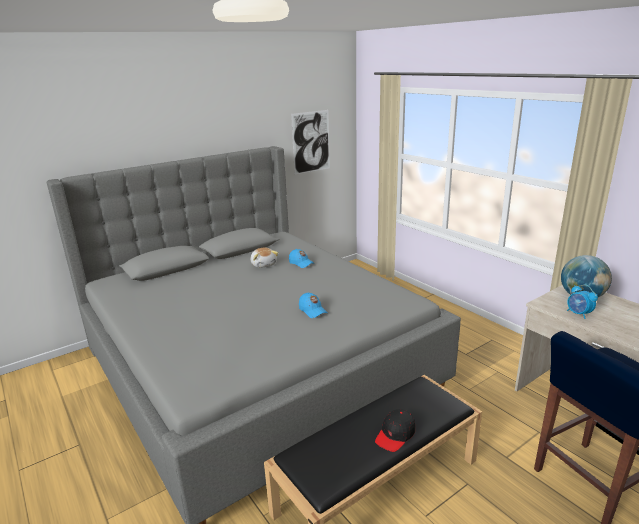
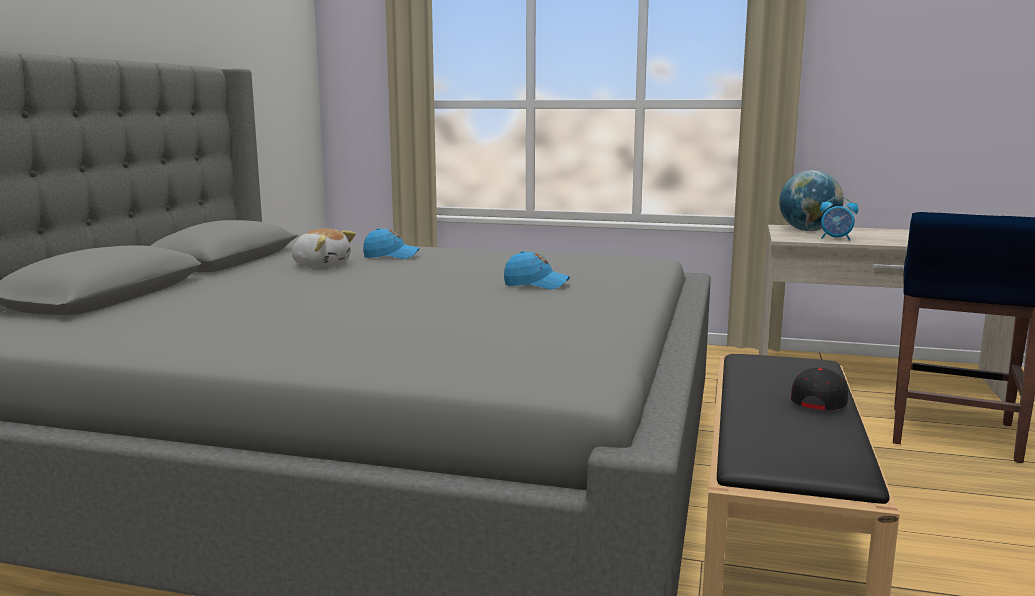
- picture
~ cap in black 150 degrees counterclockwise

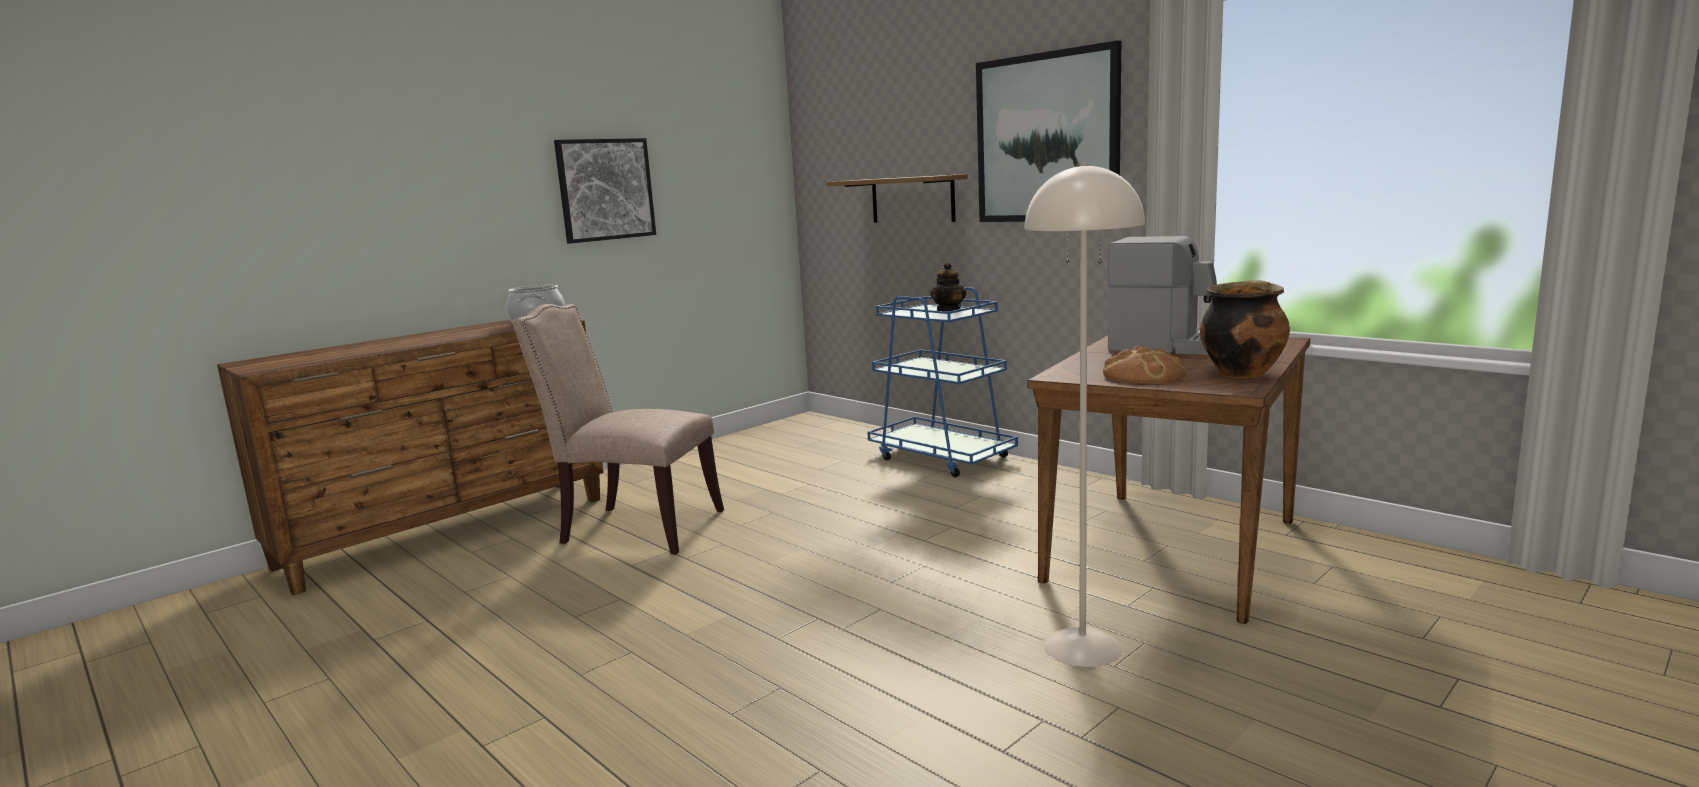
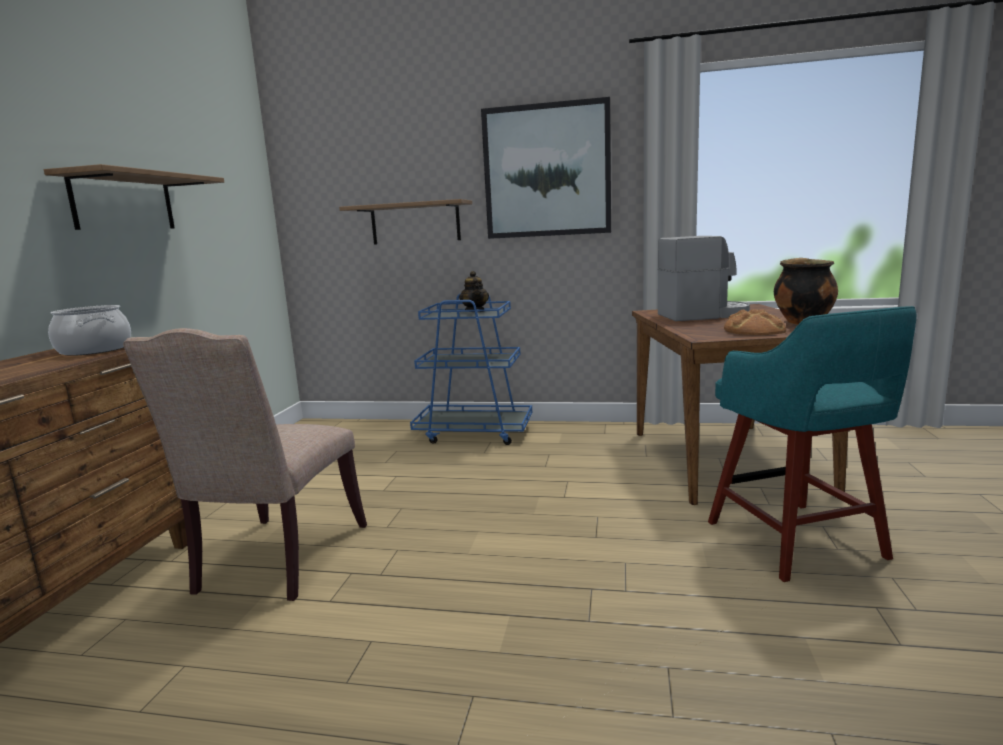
~ chair in beige 60 degrees counterclockwise
~ picture (1st from left) to shelf (1st from left)
~ floor lamp in beige to stool in turquoise

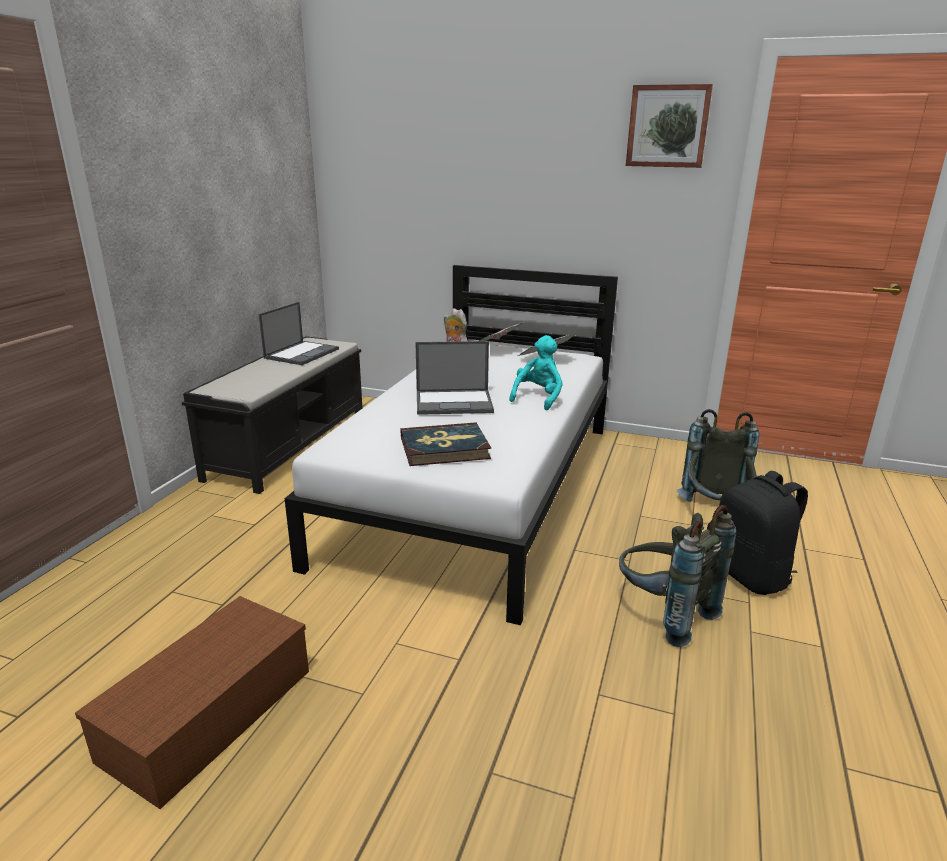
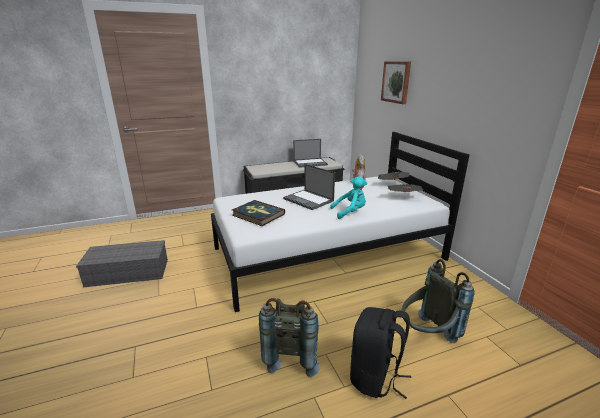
~ storage box in brown to storage box in grey
~ picture

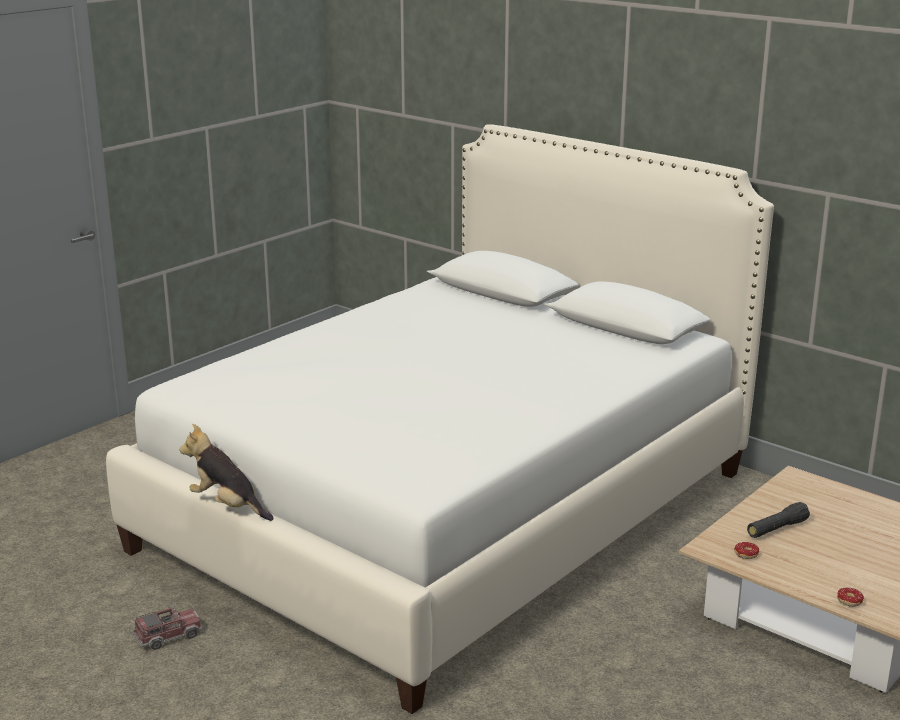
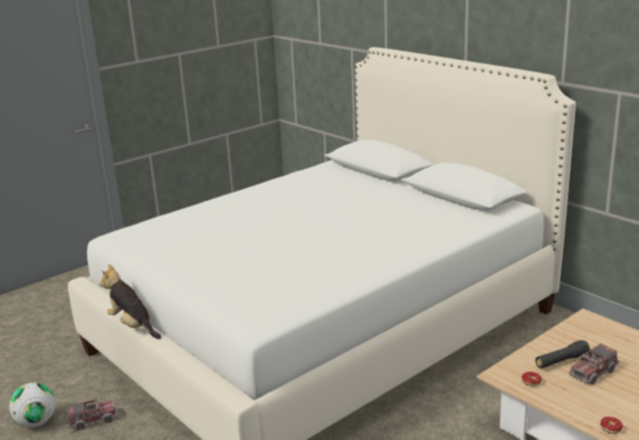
+ football
+ toy truck (2nd from left)

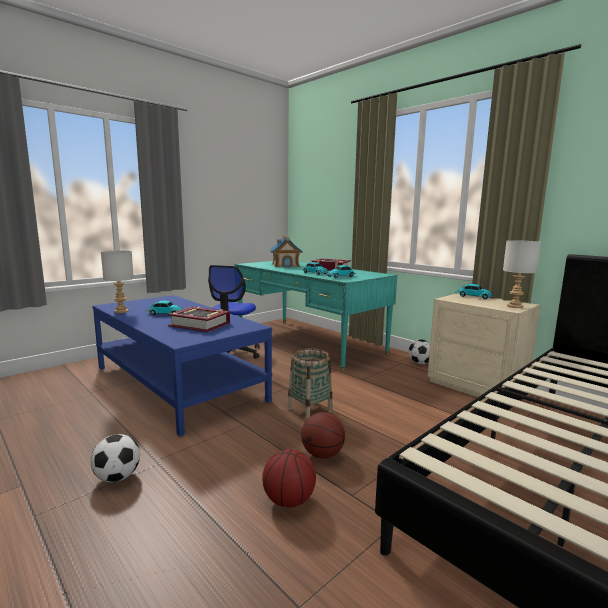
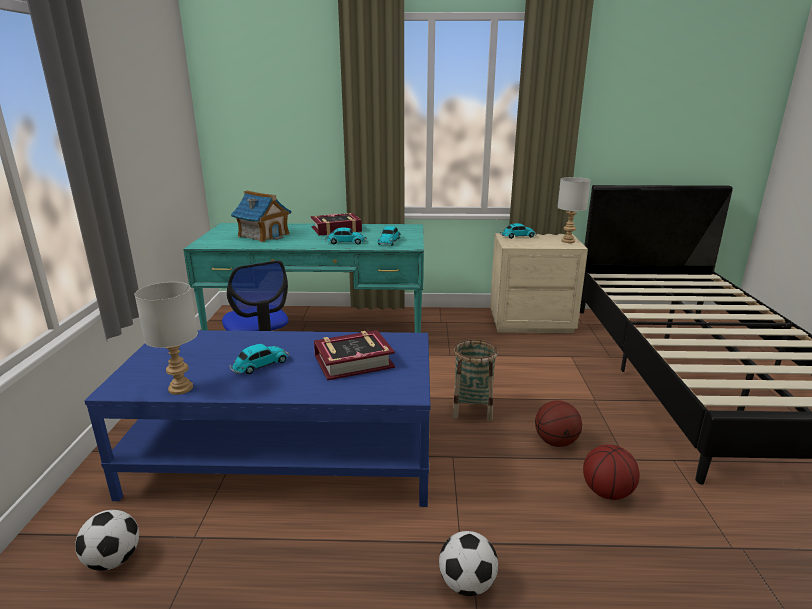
~ football (2nd from left in the first image) to football (1st from left)

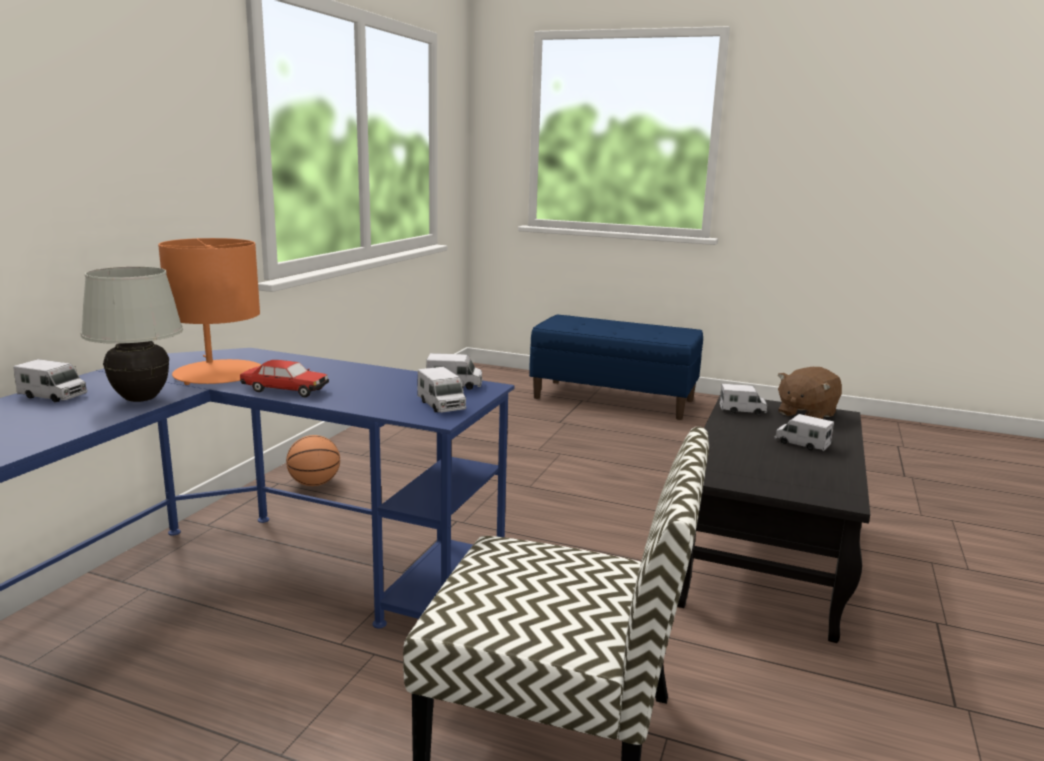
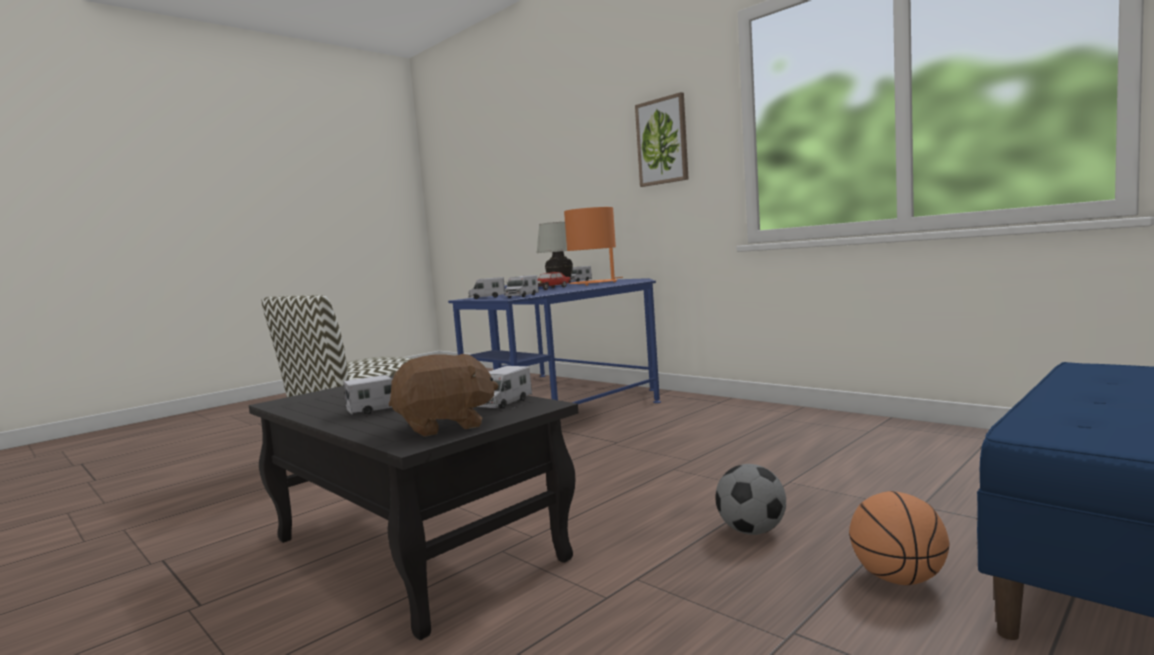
~ basketball
~ plush toy in brown 90 degrees clockwise
+ picture
+ football

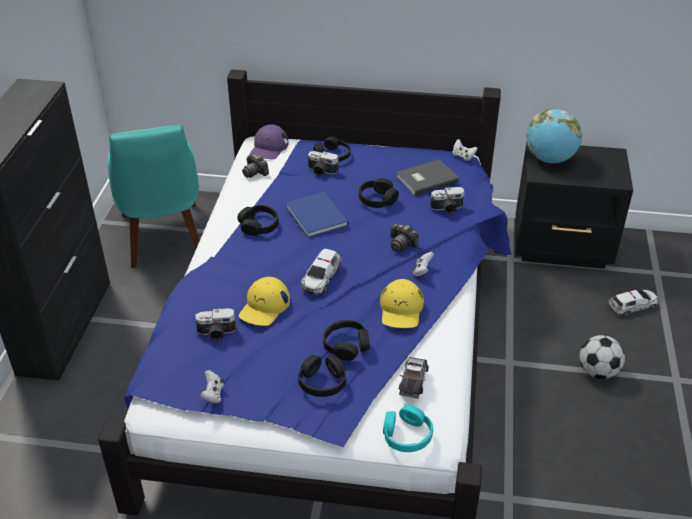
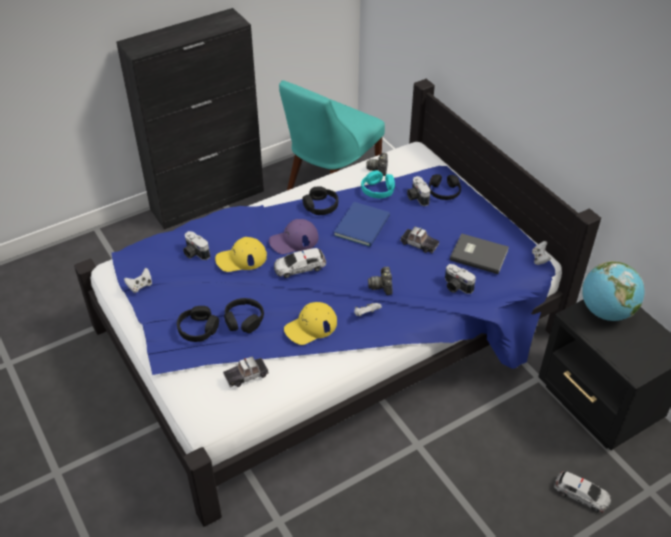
~ cap in purple
~ headphones in black (5th from left) to toy car (3rd from left)
~ headphones in turquoise
- football

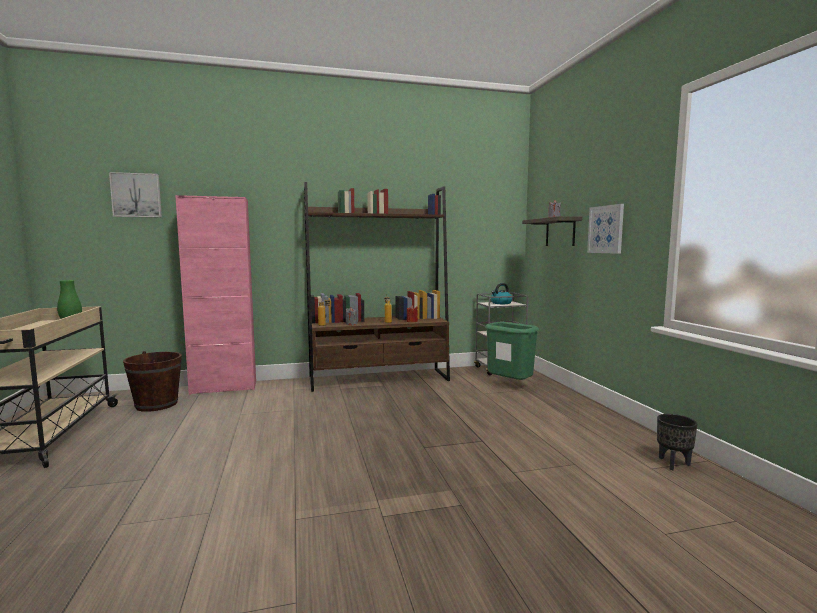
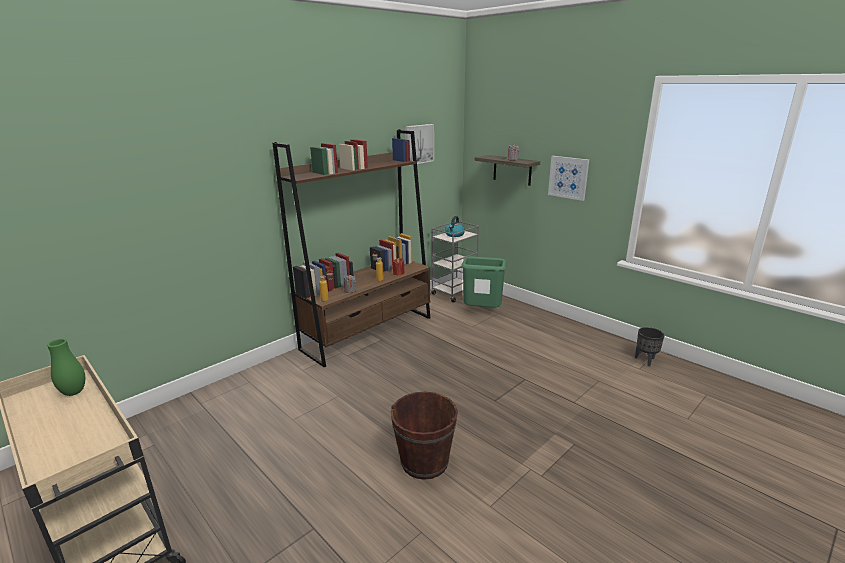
~ picture (1st from left)
~ bucket in brown
- cabinet in pink

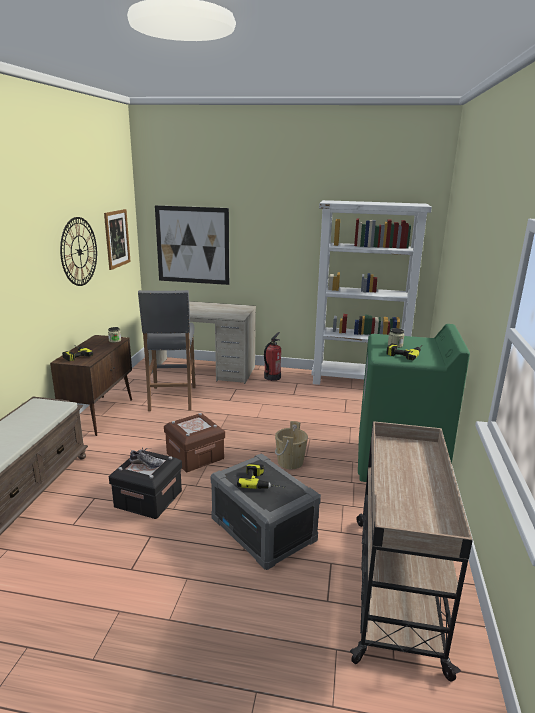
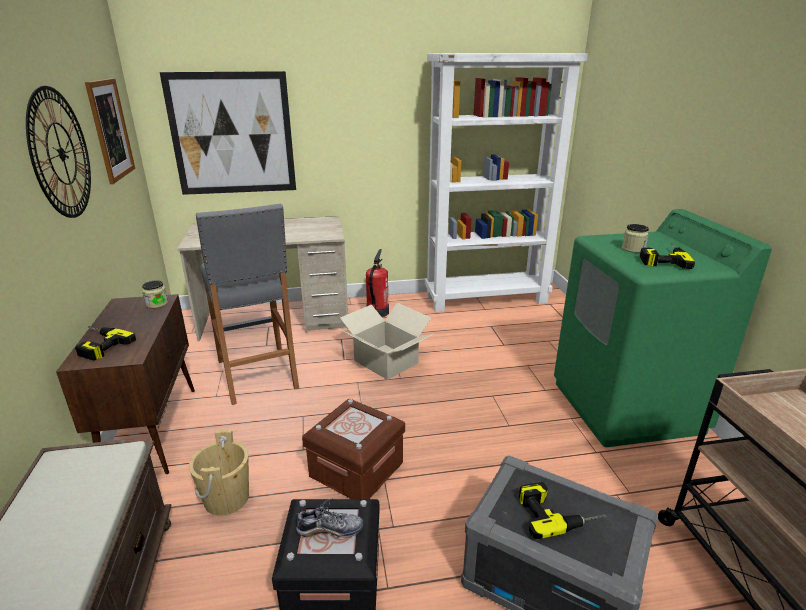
~ bucket in beige
+ cardboard box

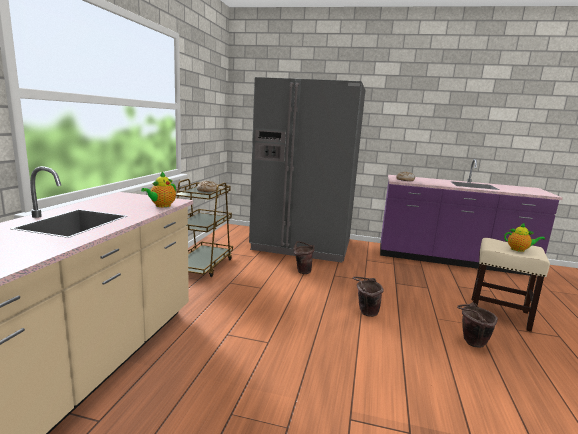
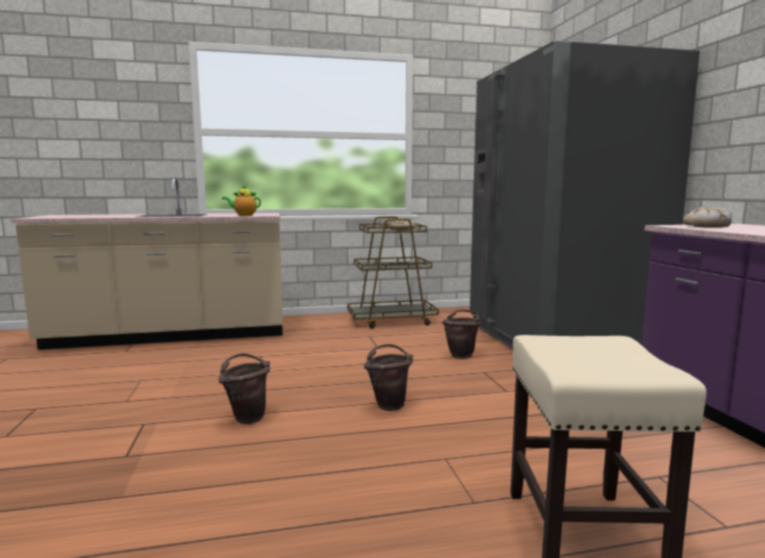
~ bucket in brown (3rd from left in the first image) to bucket in brown (1st from left)
- teapot (2nd from left)

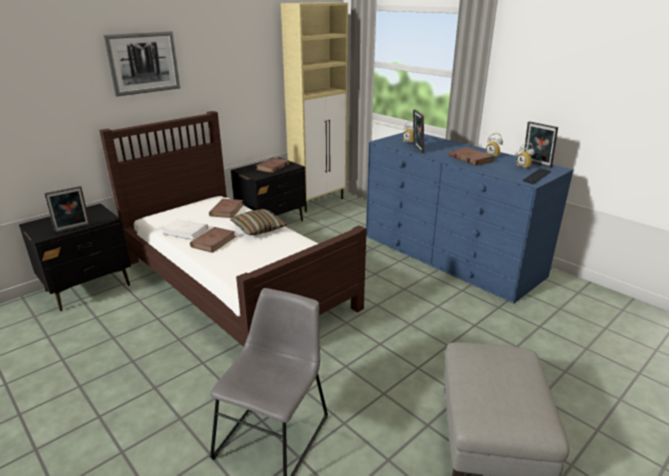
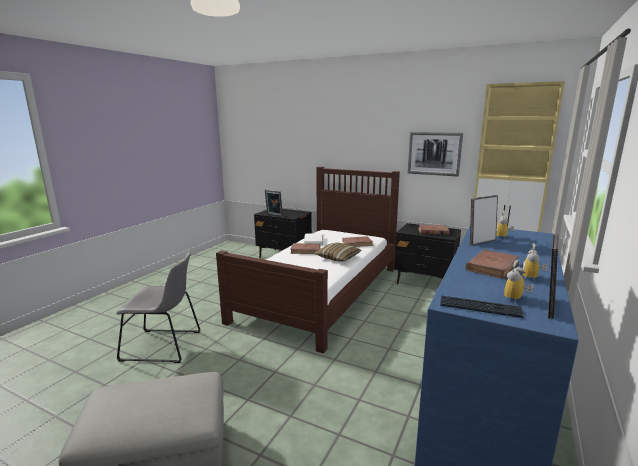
~ picture

